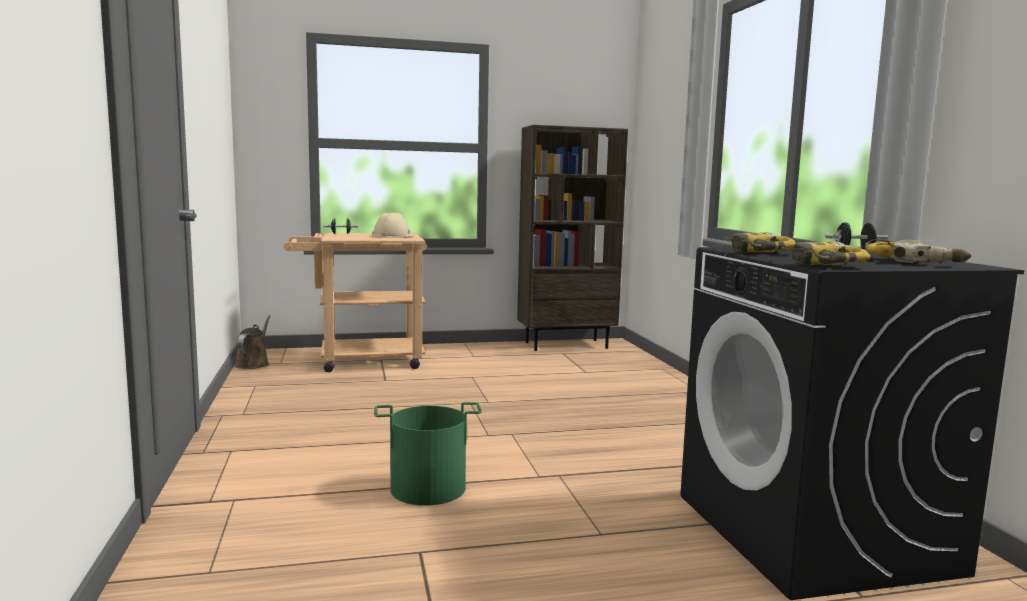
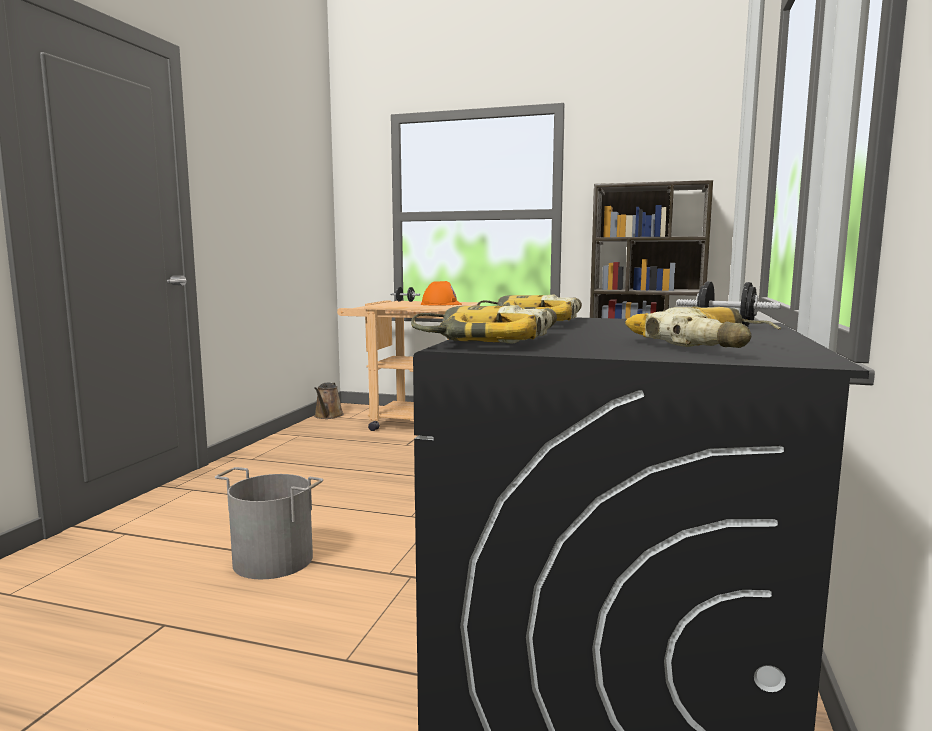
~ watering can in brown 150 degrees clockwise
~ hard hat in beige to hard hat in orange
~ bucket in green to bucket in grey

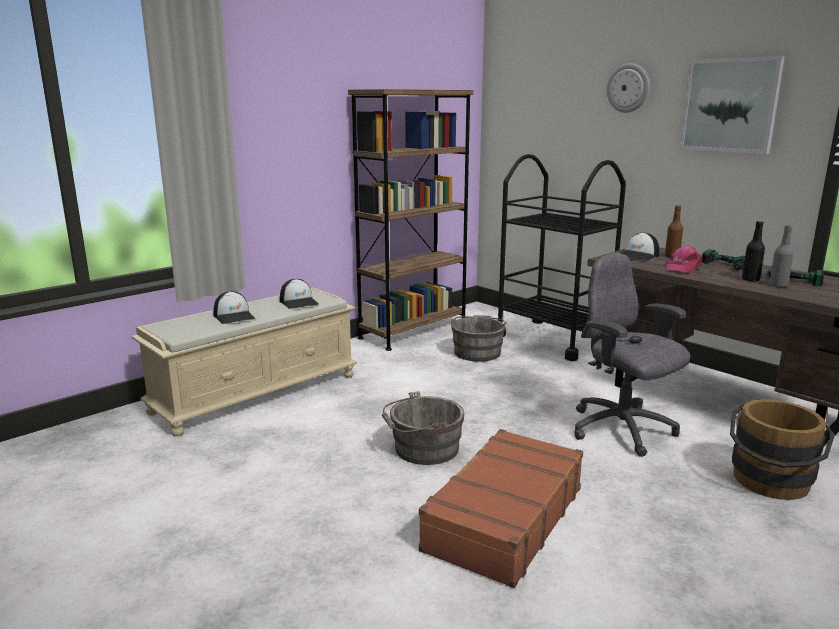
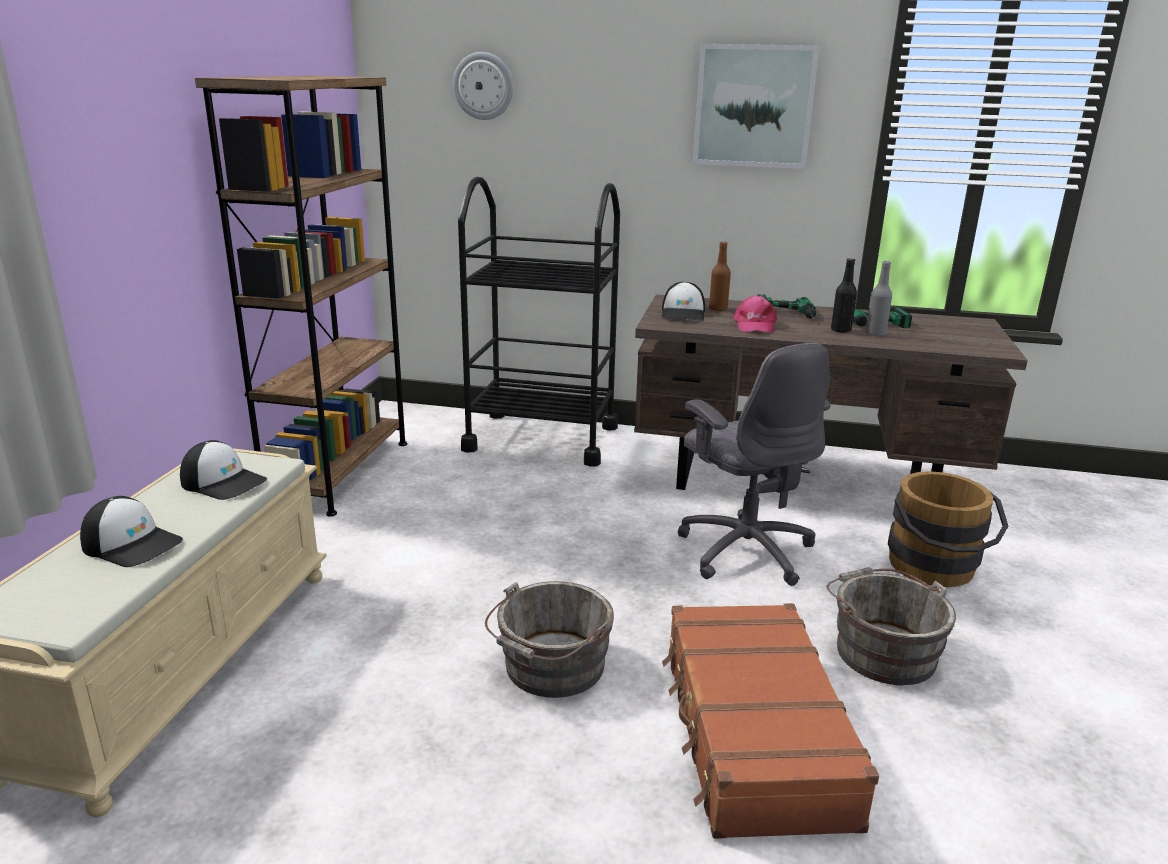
~ bucket in grey (2nd from left)
~ office chair in grey 135 degrees counterclockwise
~ wall clock

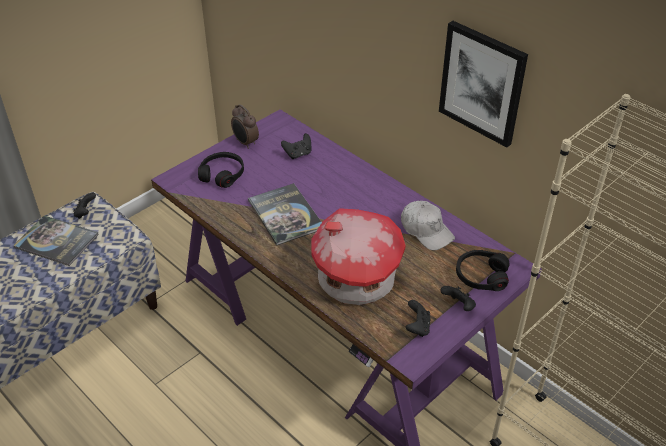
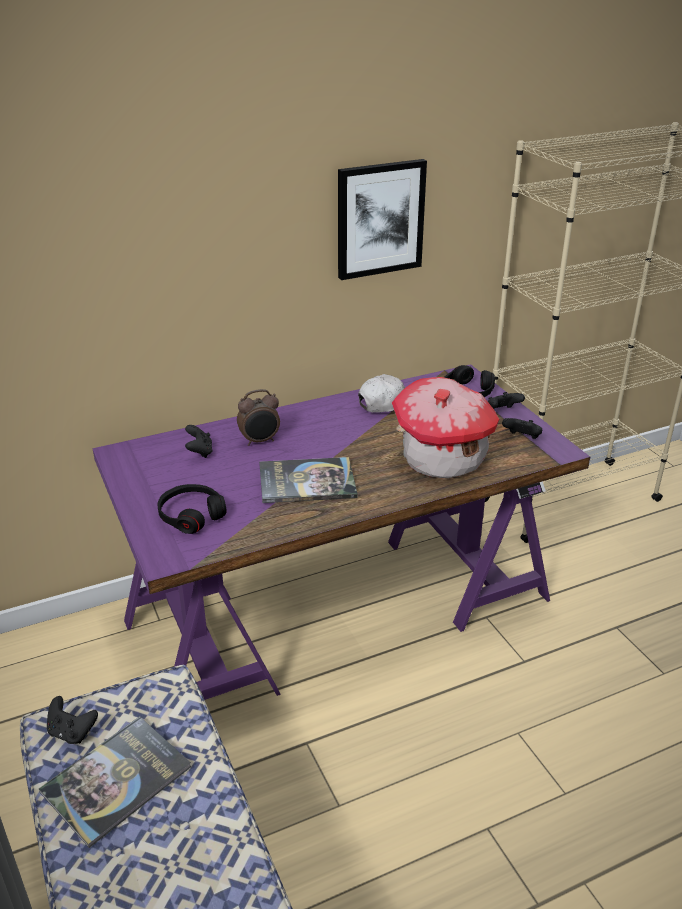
~ alarm clock

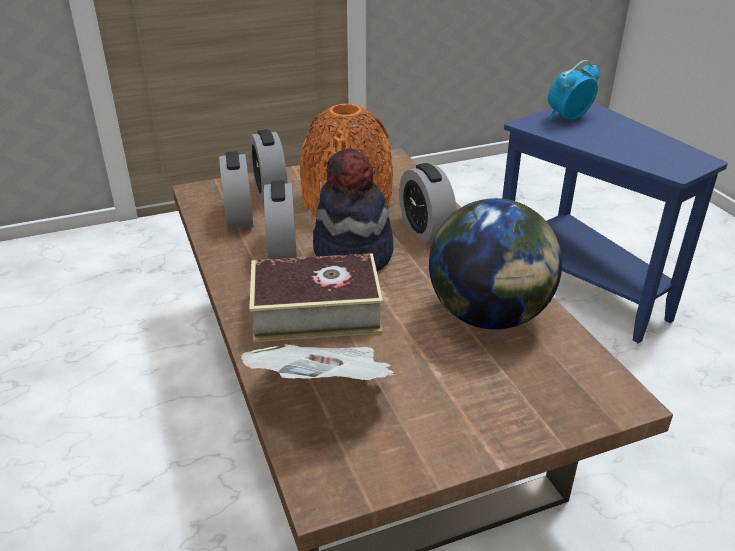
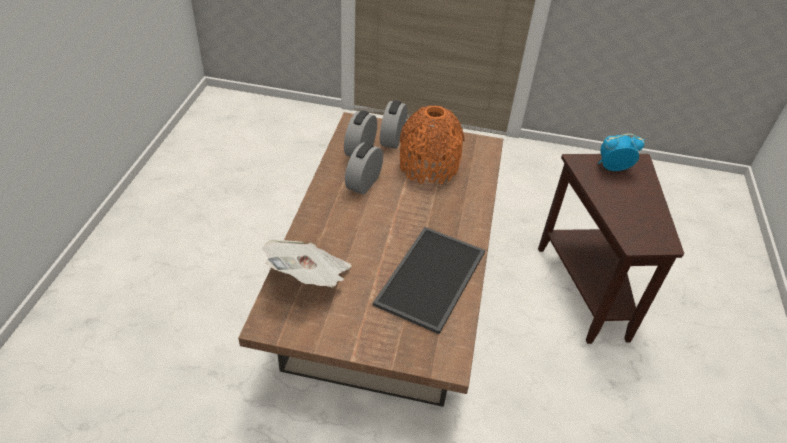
- book
- hat
- alarm clock (4th from left)
~ globe to tray
~ side table in blue to side table in brown

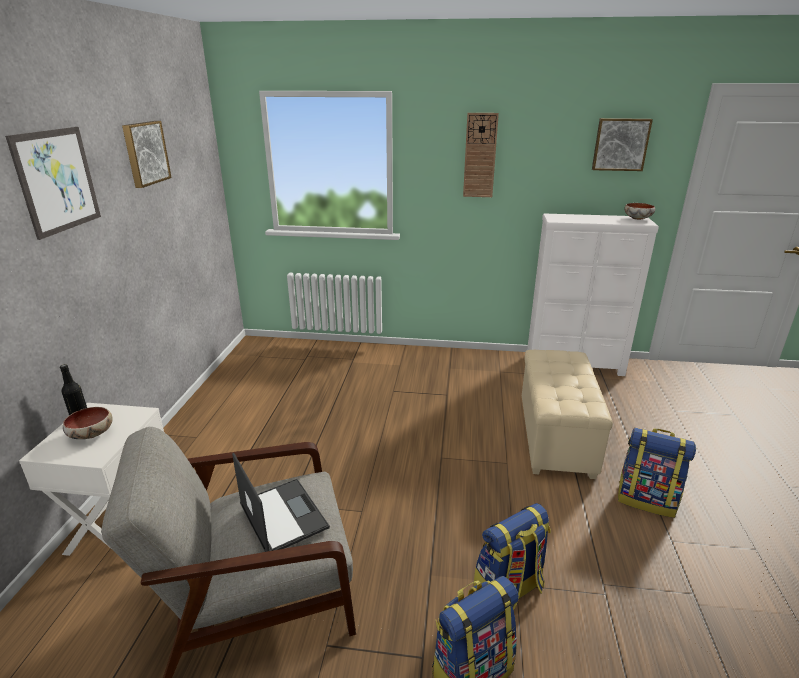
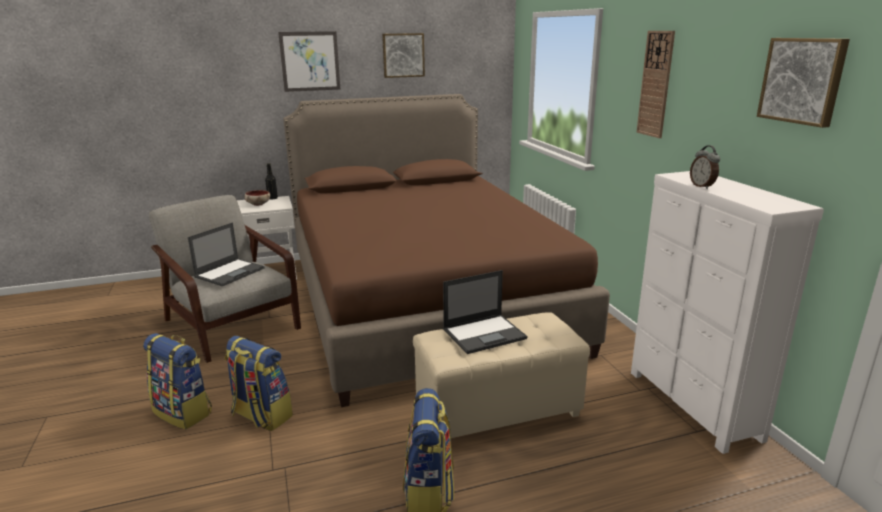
- bowl (2nd from left)
+ bed in brown
+ laptop (2nd from left)
+ alarm clock

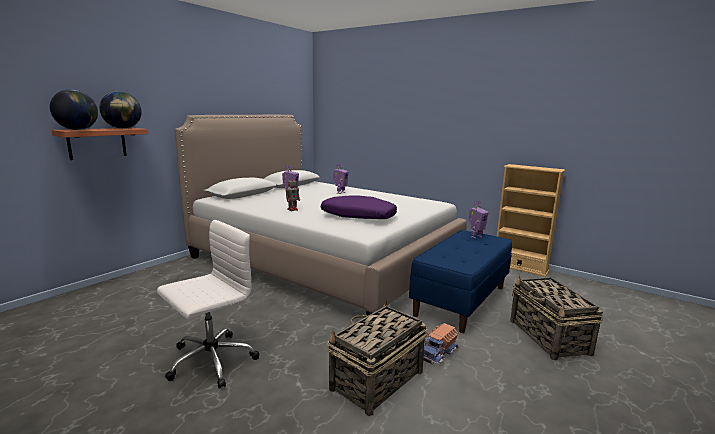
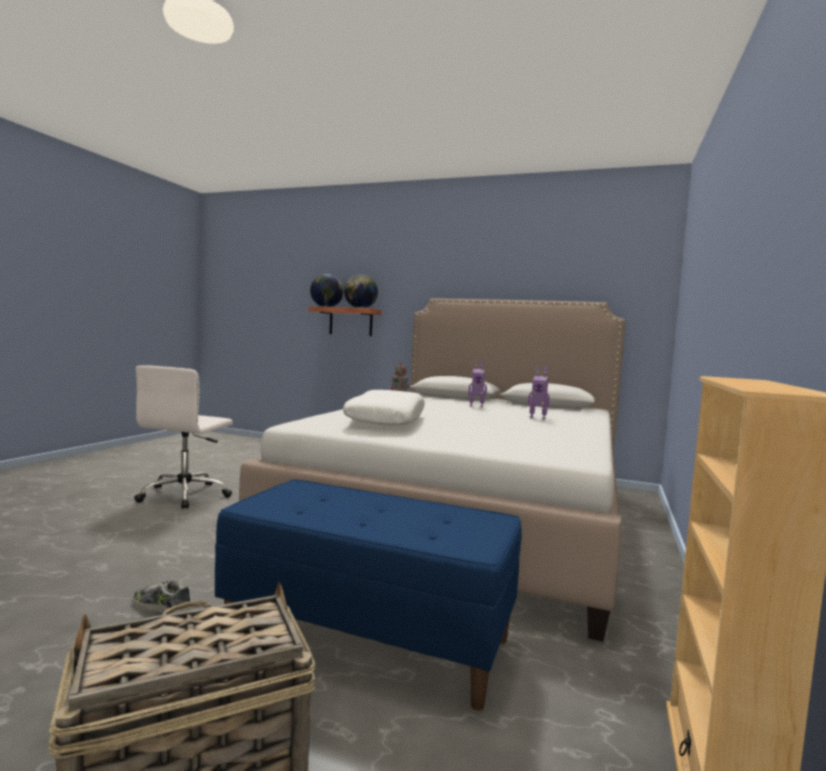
~ office chair in white 75 degrees clockwise
~ pillow in purple to pillow in white
- basket (1st from left)
~ toy truck to shoe
- toy robot (4th from left)

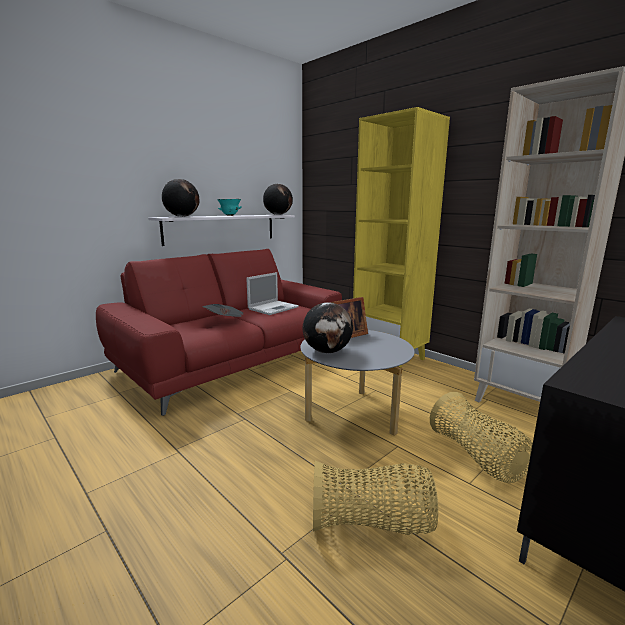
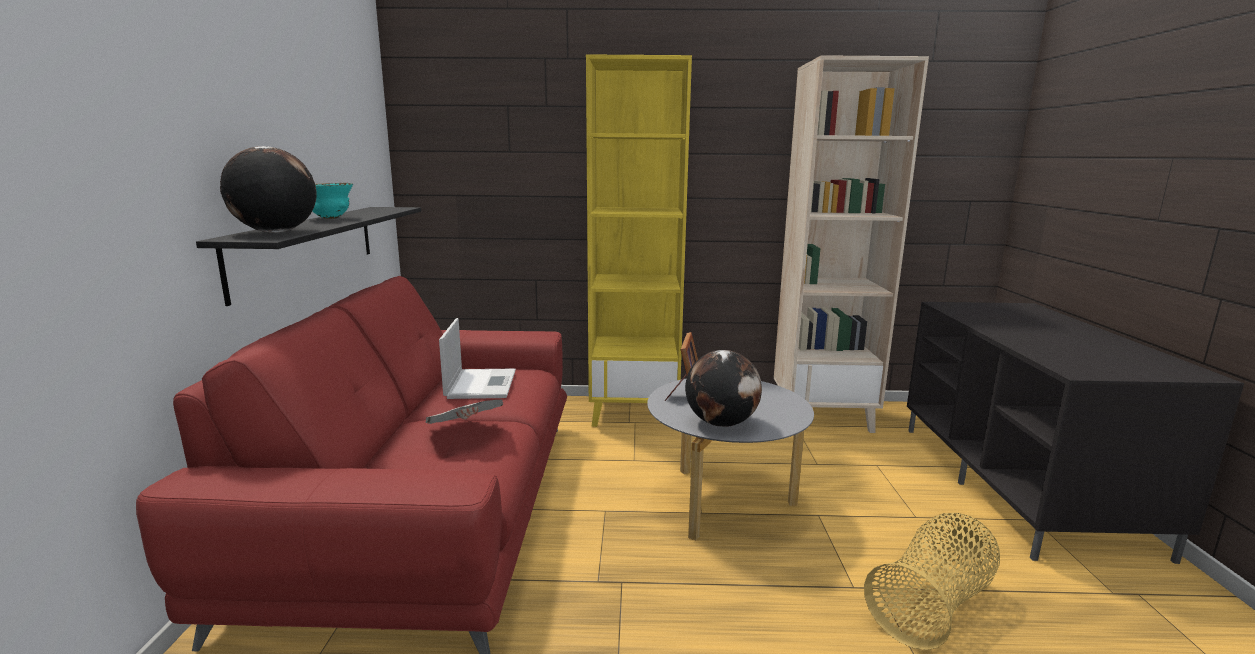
~ shelf in white to shelf in black
- globe (2nd from left)
- basket (2nd from left)

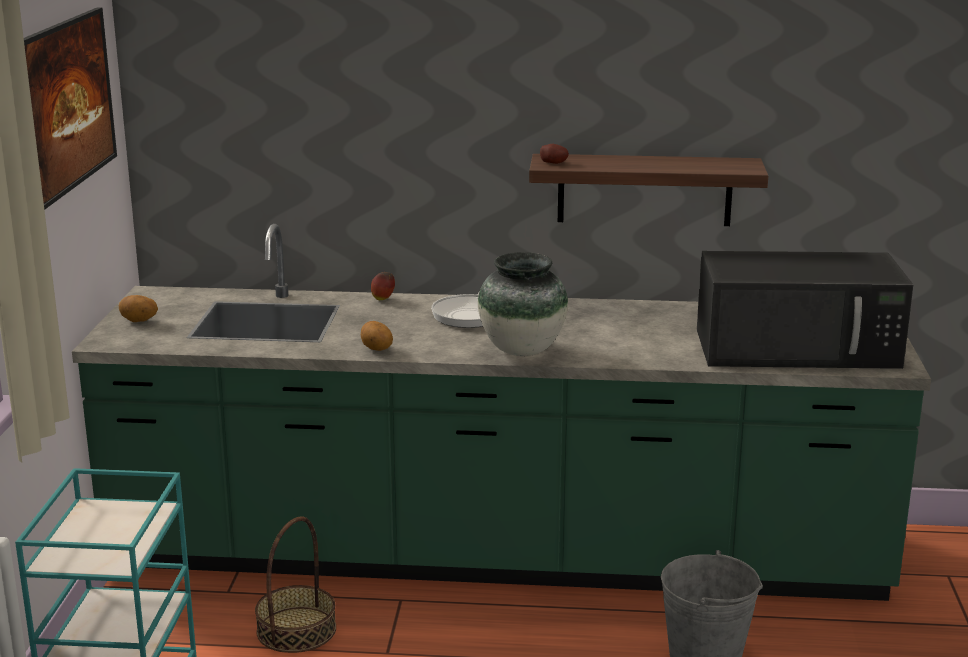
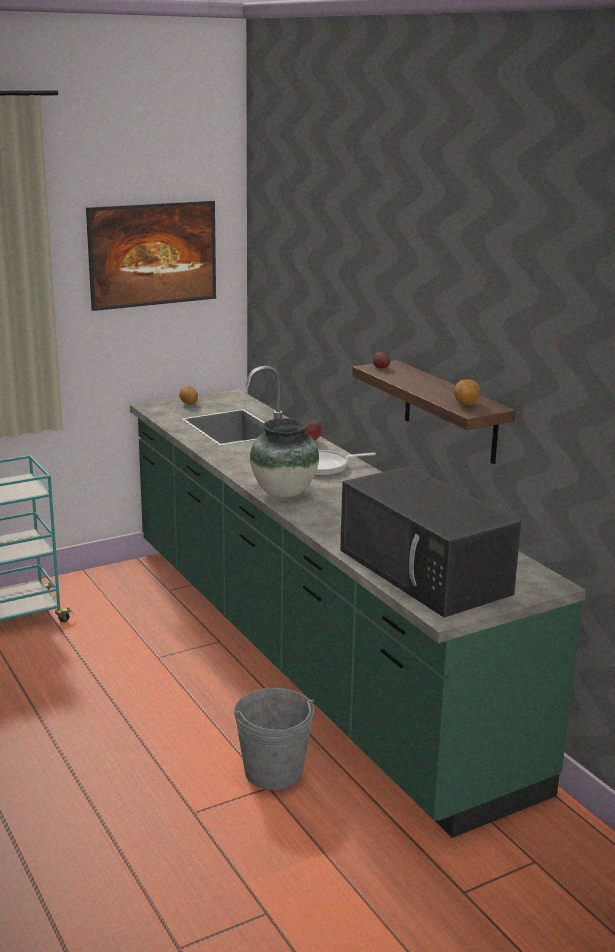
- basket
~ potato (2nd from left in the first image) to potato (3rd from left)

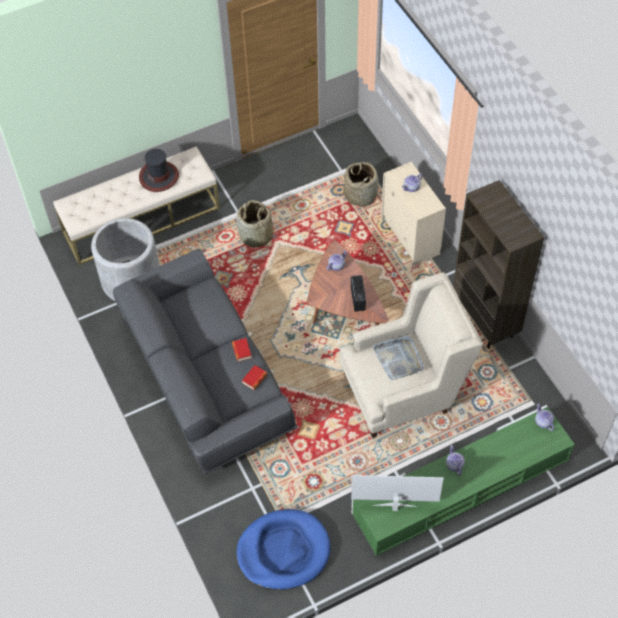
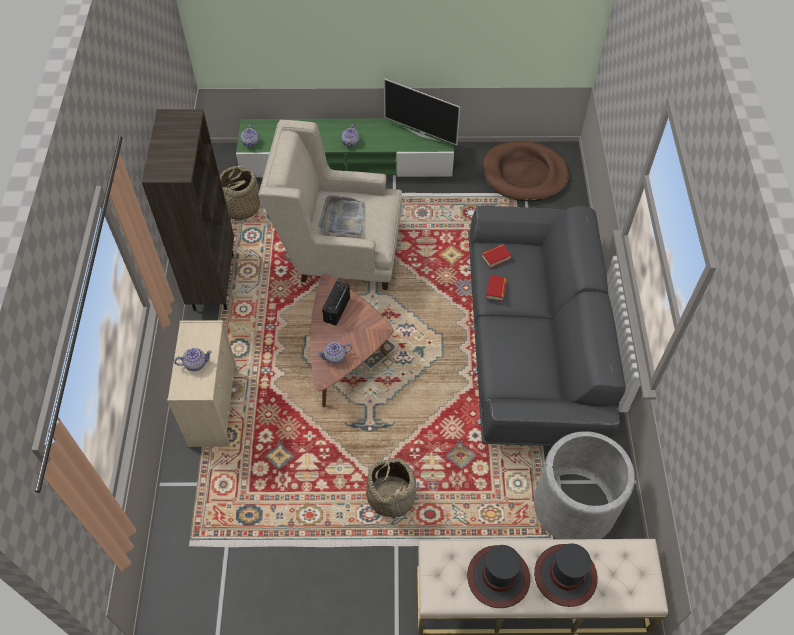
~ dog bed in blue to dog bed in brown
~ basket (2nd from left in the first image) to basket (1st from left)
+ hat (2nd from left)

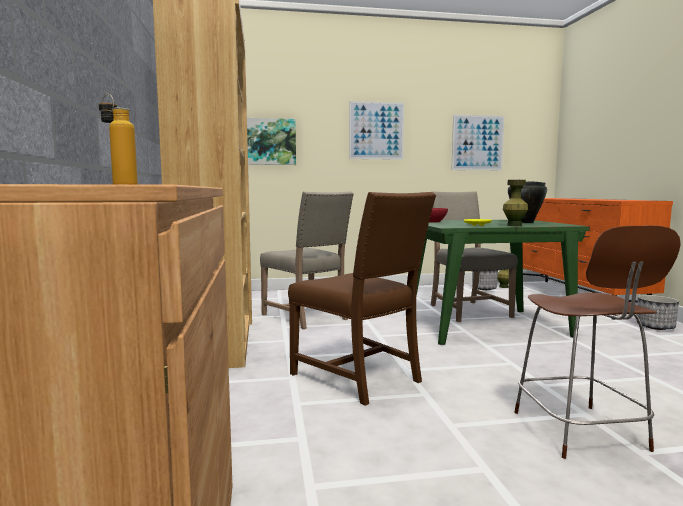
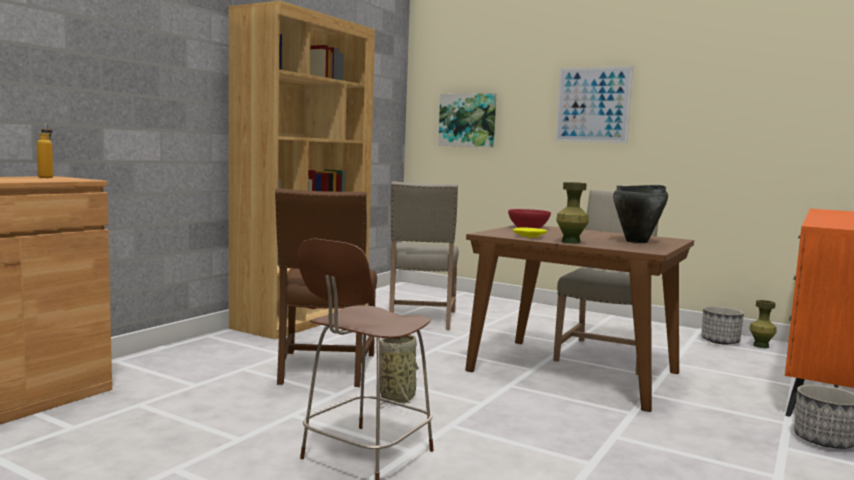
~ dining table in green to dining table in brown
- picture (3rd from left)
+ basket

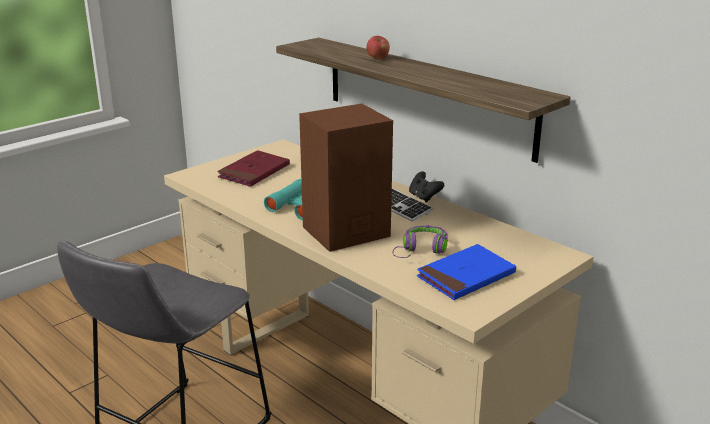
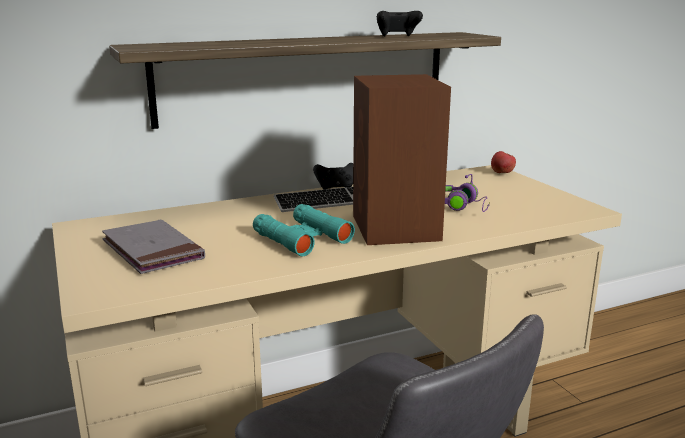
~ book in red to book in grey
~ apple
- book in blue
+ game controller in black (2nd from left)

